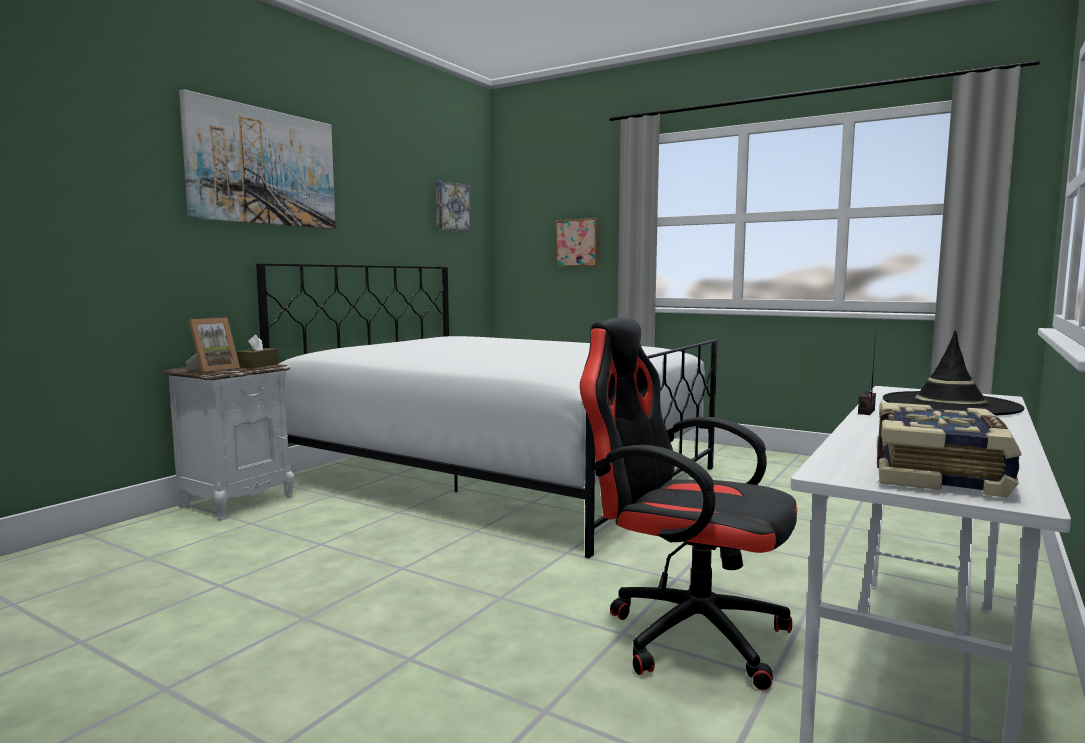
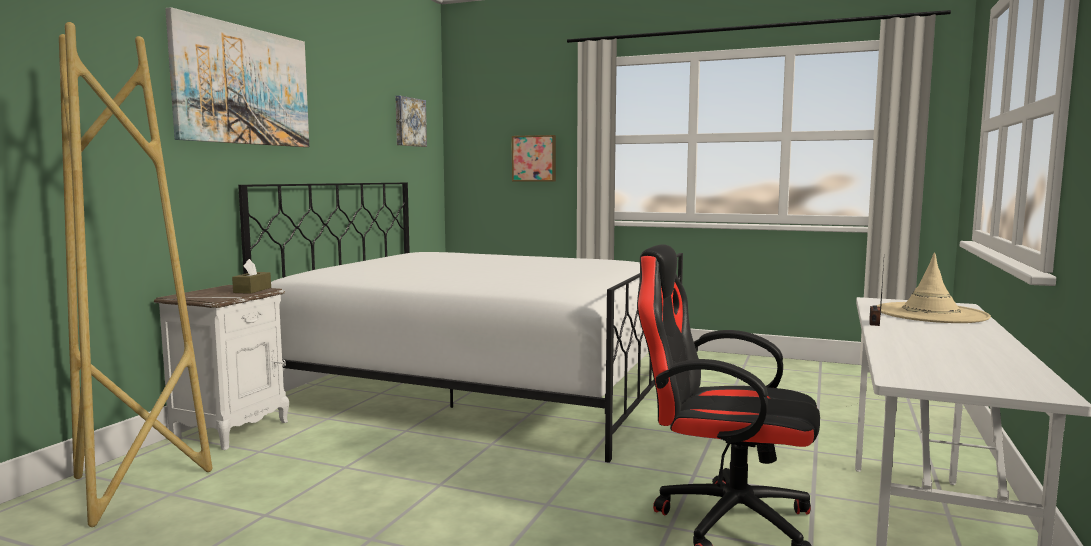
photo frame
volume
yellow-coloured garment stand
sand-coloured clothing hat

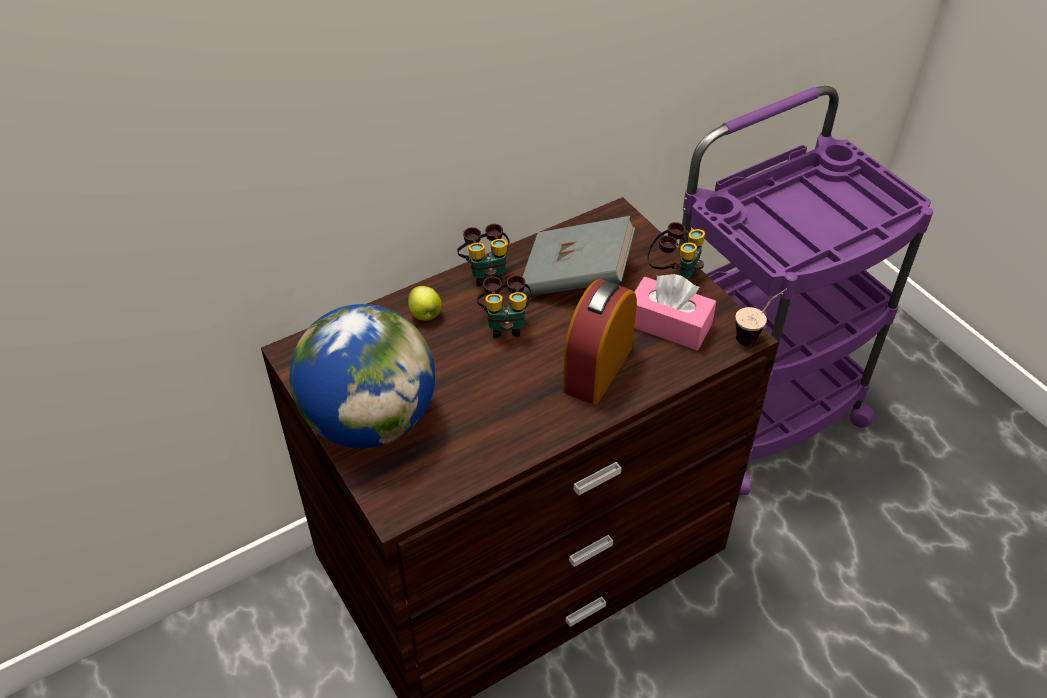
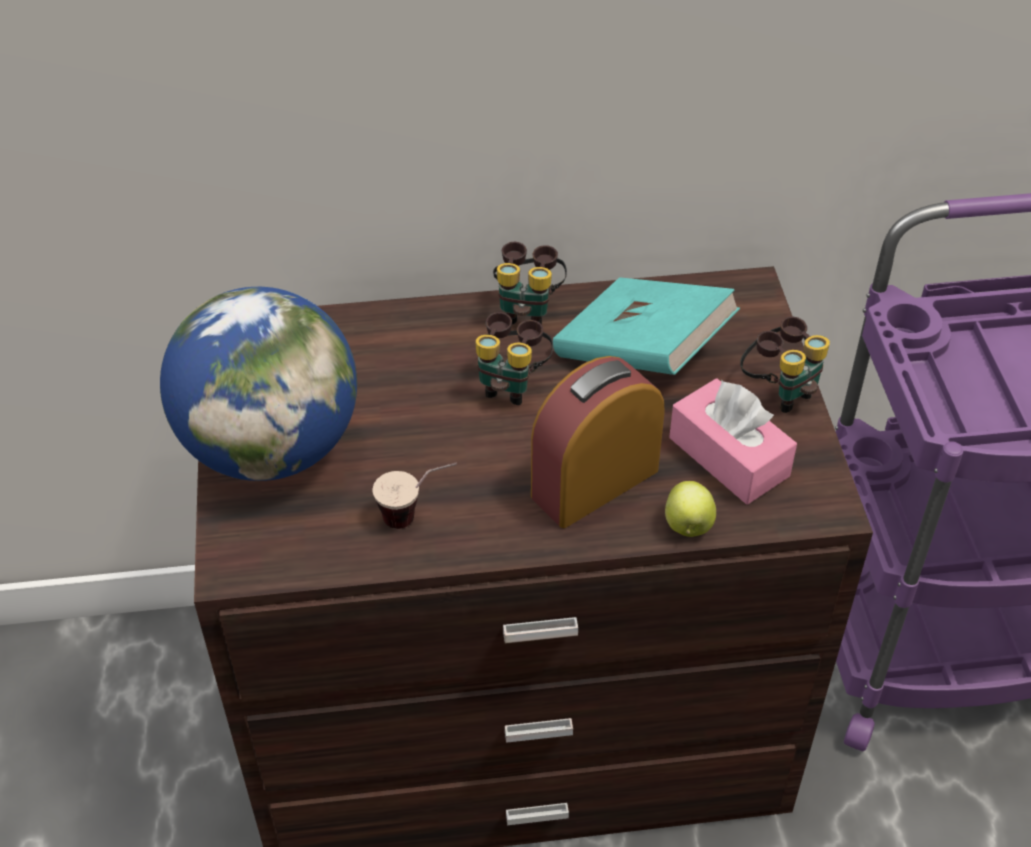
apple
drinking cup
turquoise-coloured volume

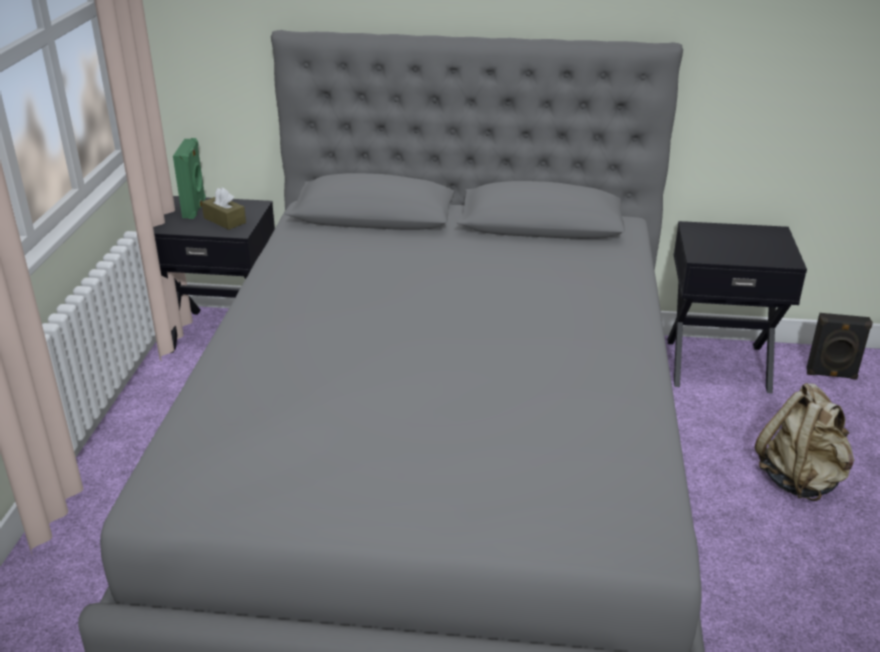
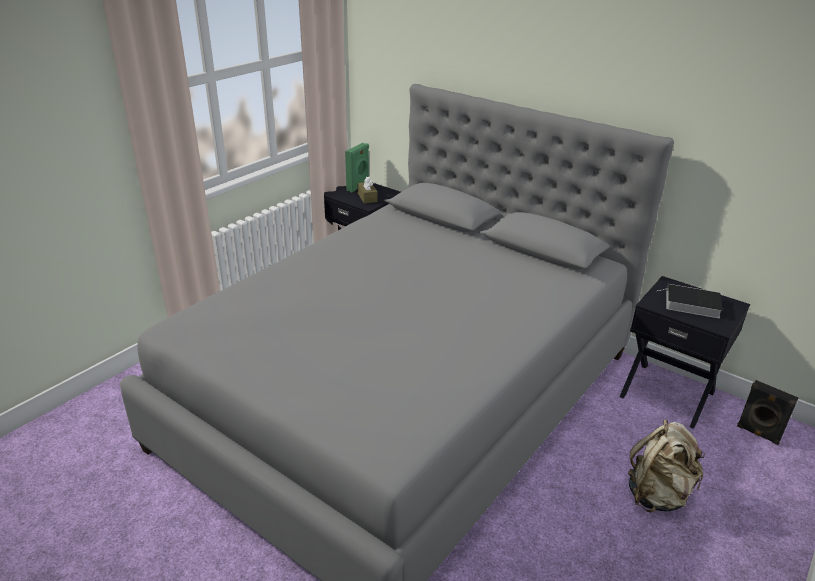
volume

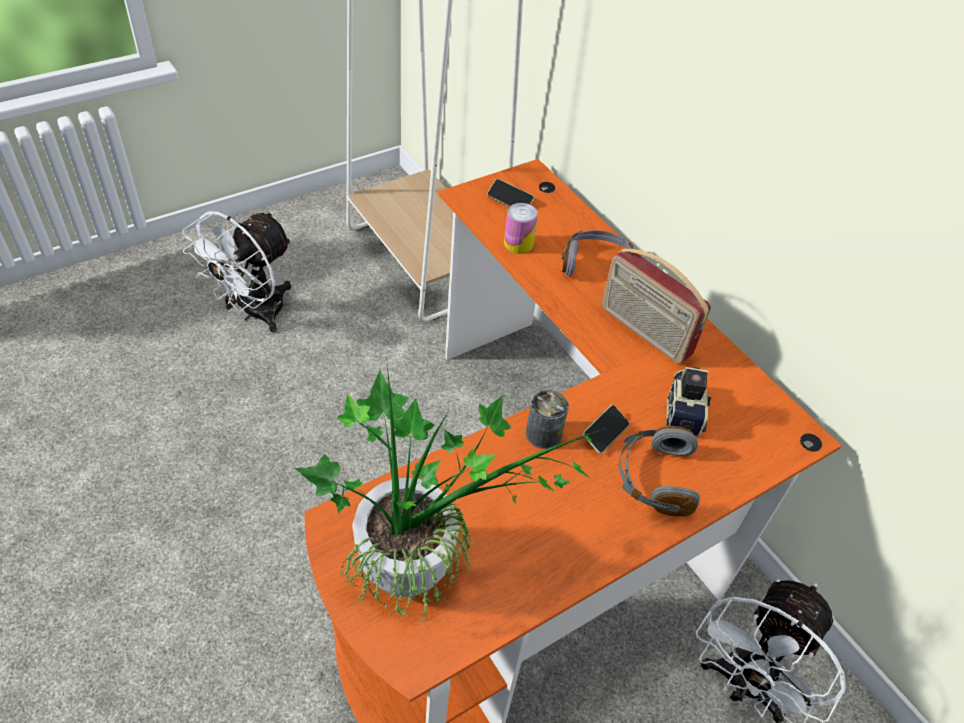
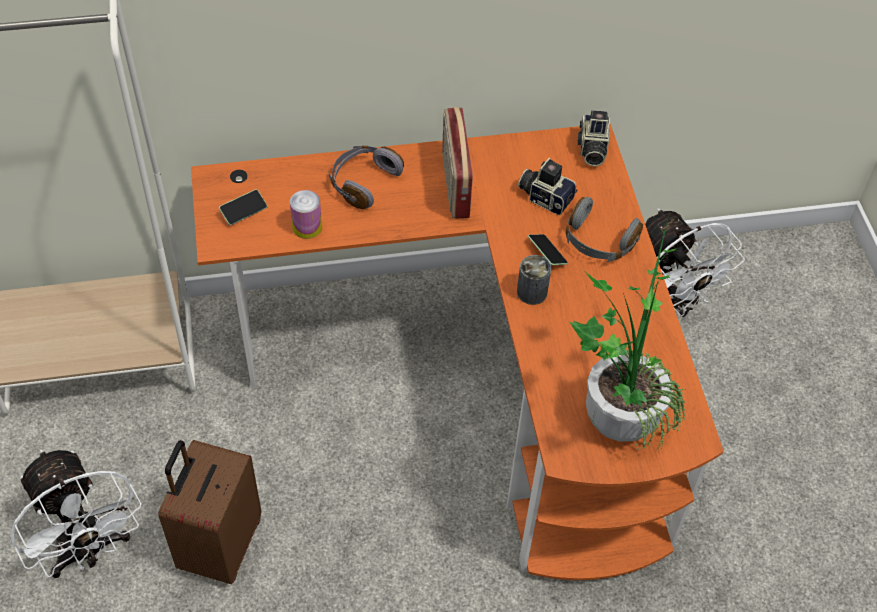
brown-coloured suitcase
still camera (no. 2 from left)
radio set

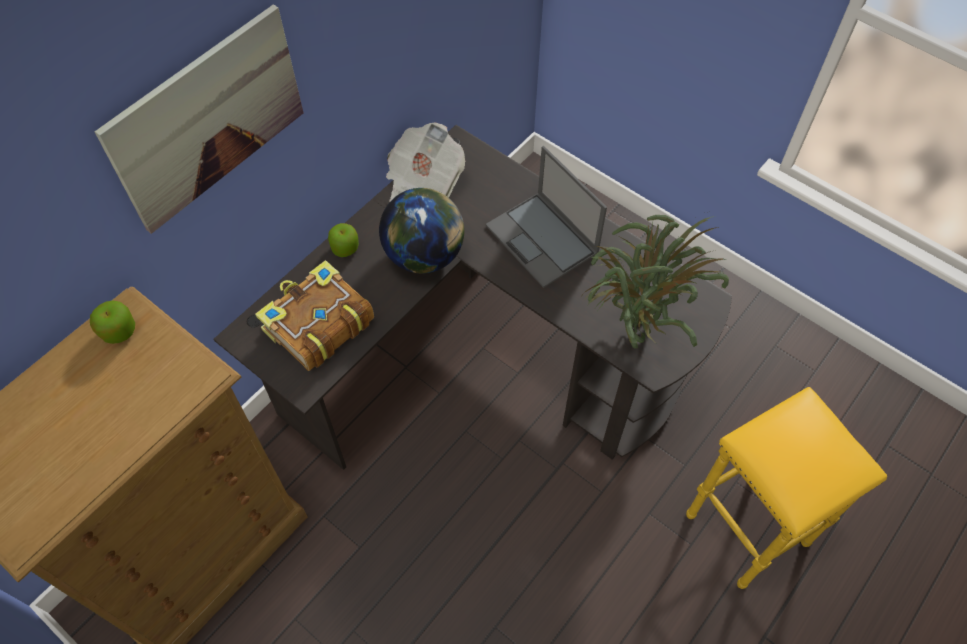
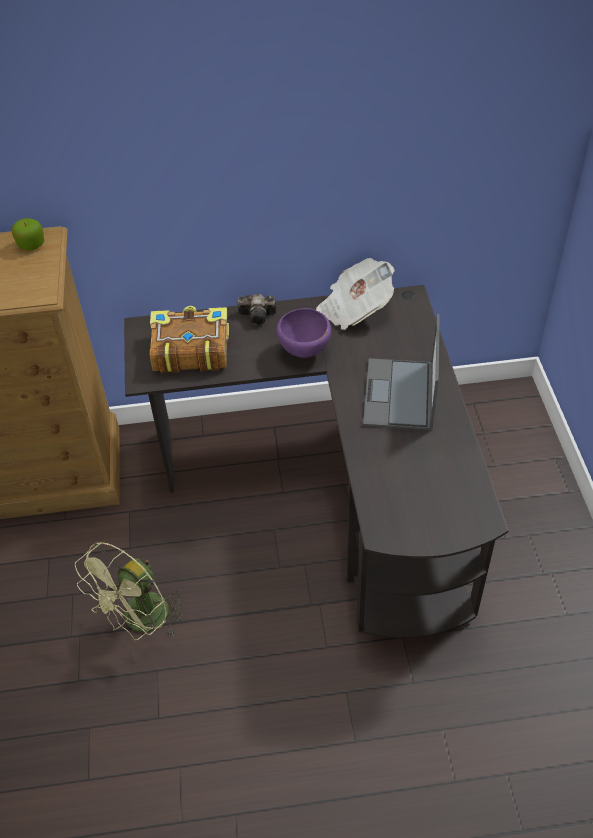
wall art
plant in a pot
yellow-coloured sitting stool
greenish cooling fan
still camera
purple bowl

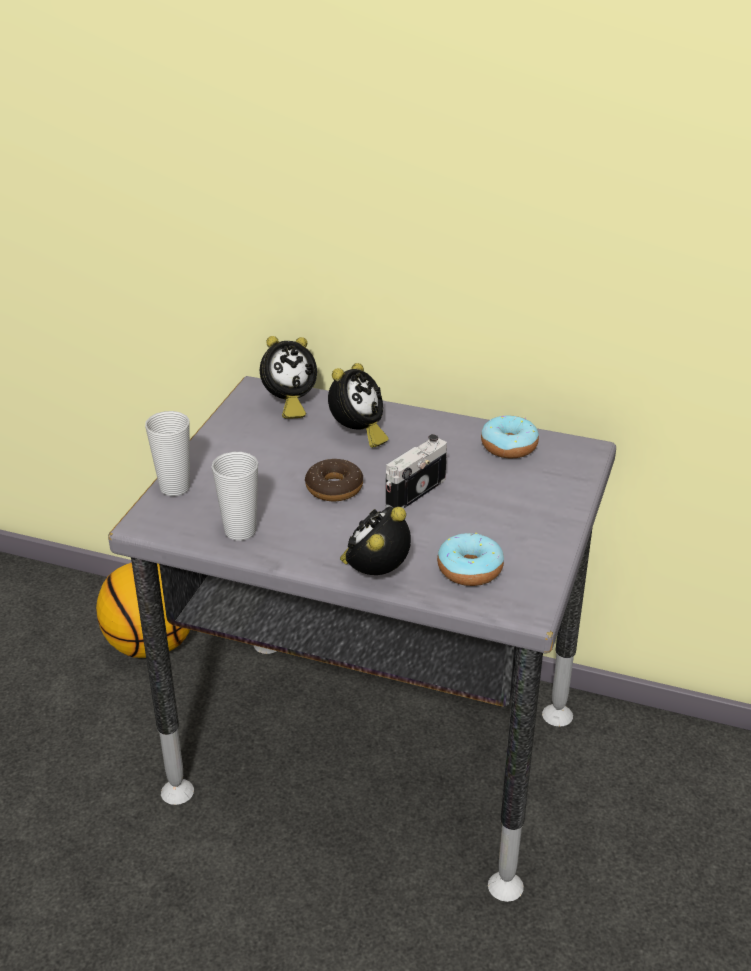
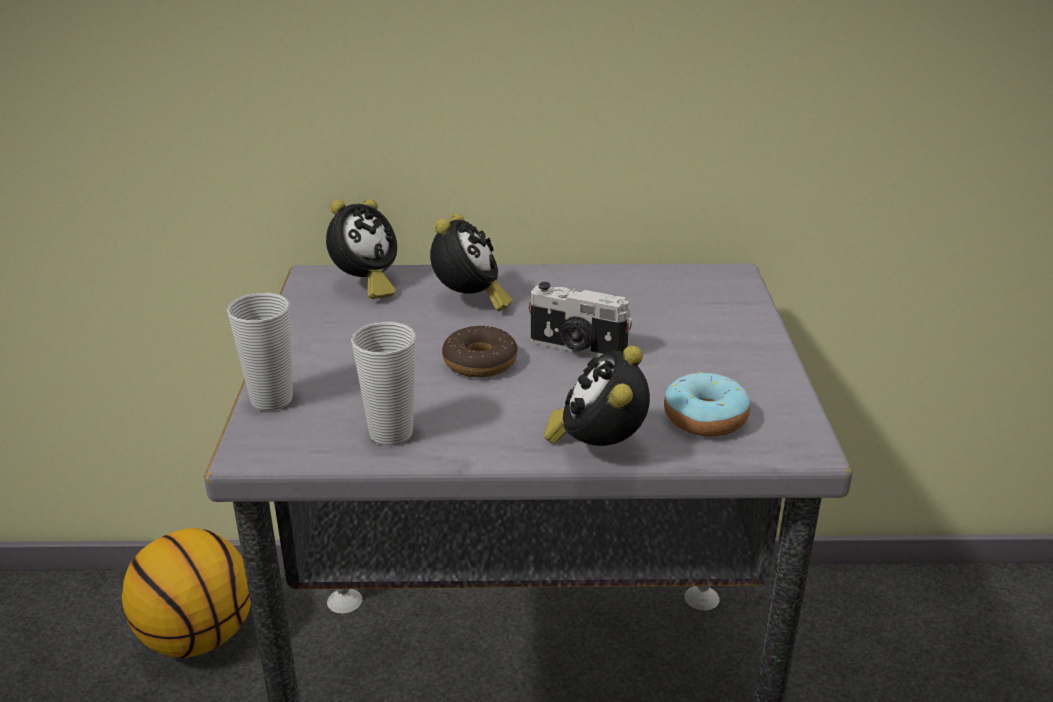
ring doughnut (no. 3 from left in the first image)
still camera

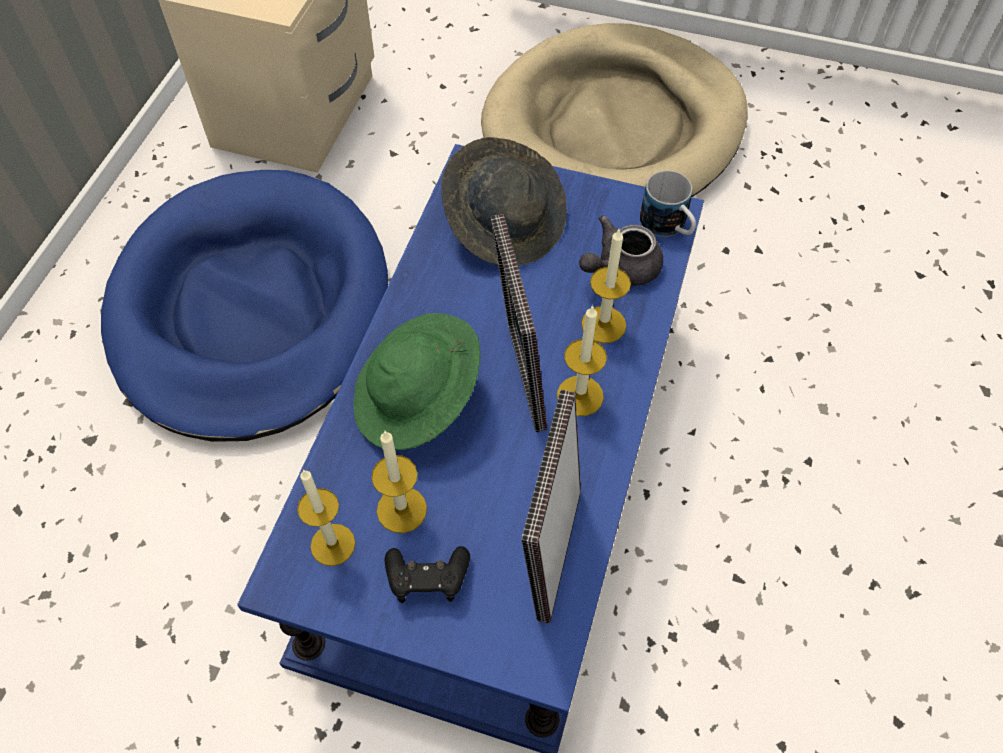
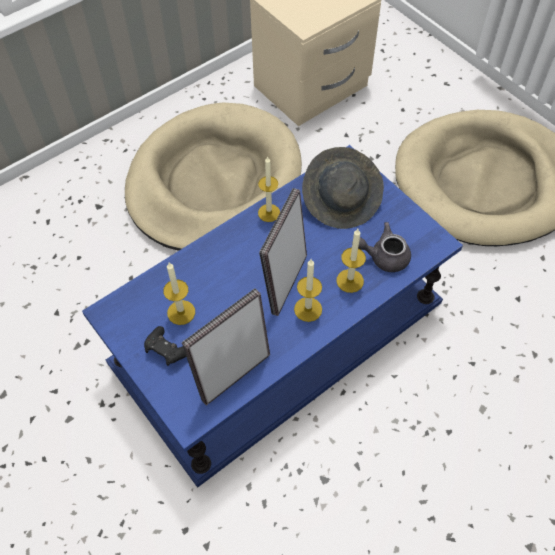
greenish clothing hat
mug
candle (no. 2 from left)
sand-coloured dog bed (no. 1 from left)

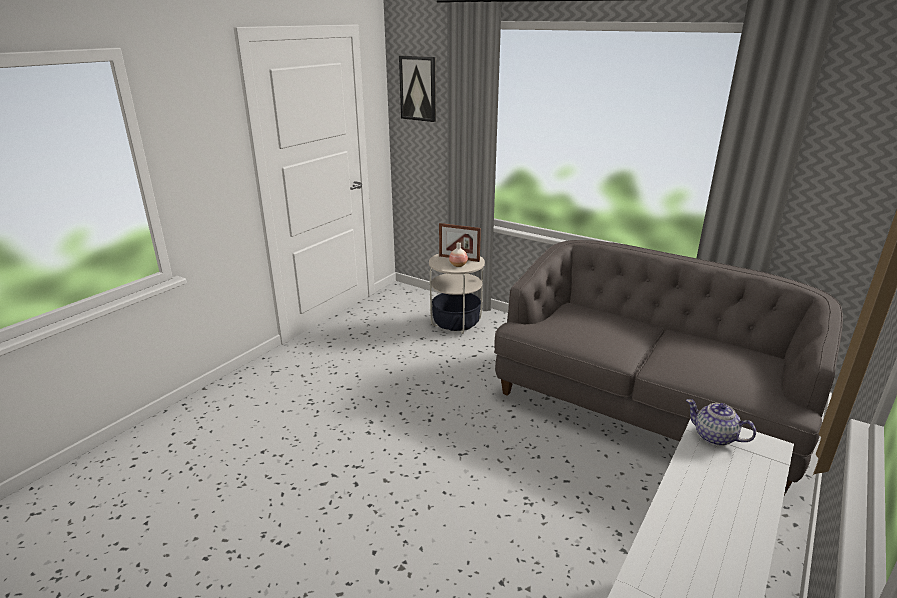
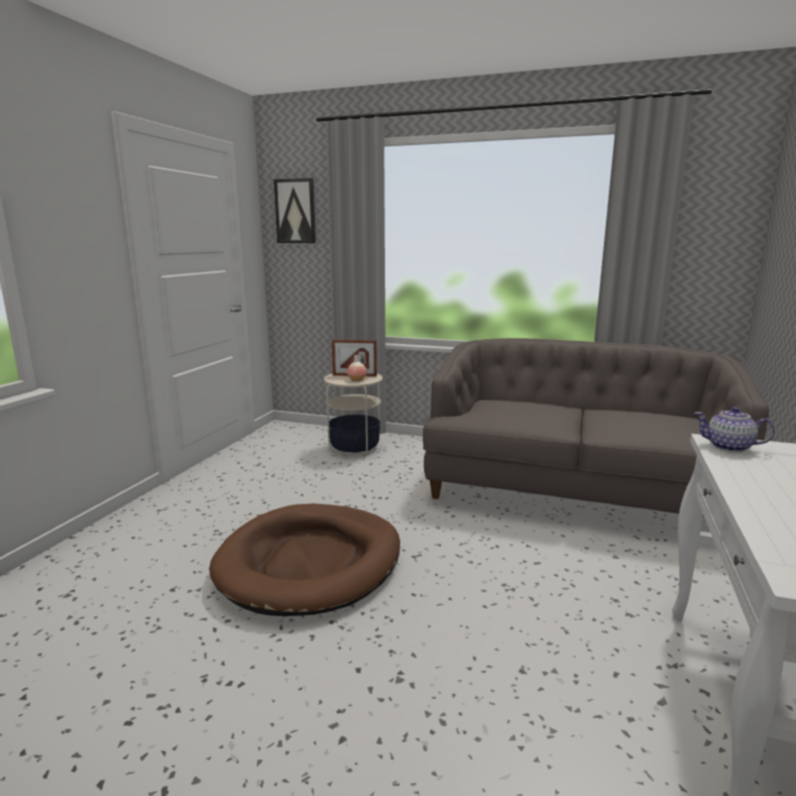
brown-coloured dog bed

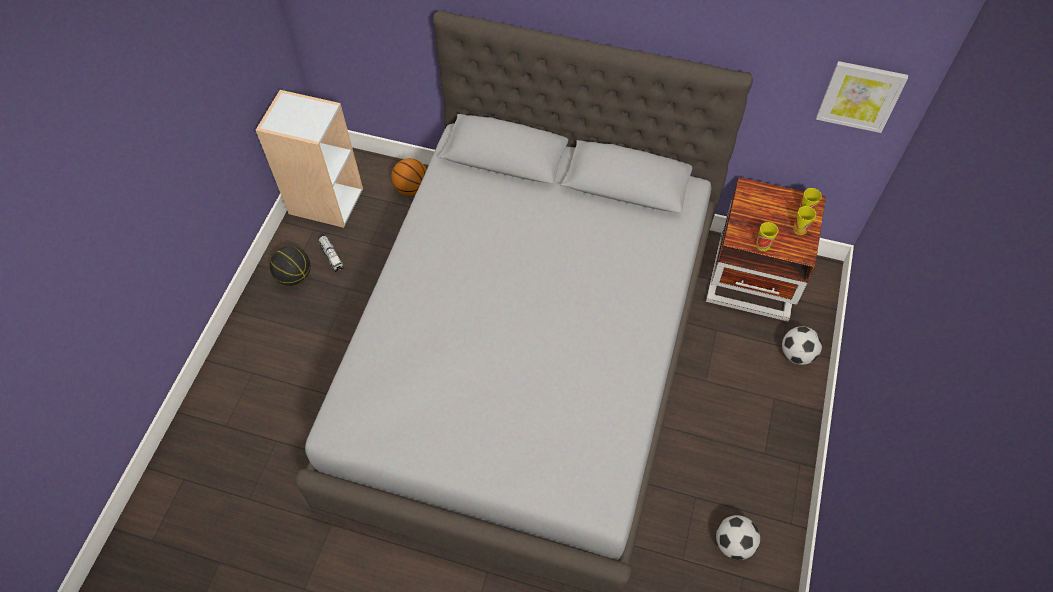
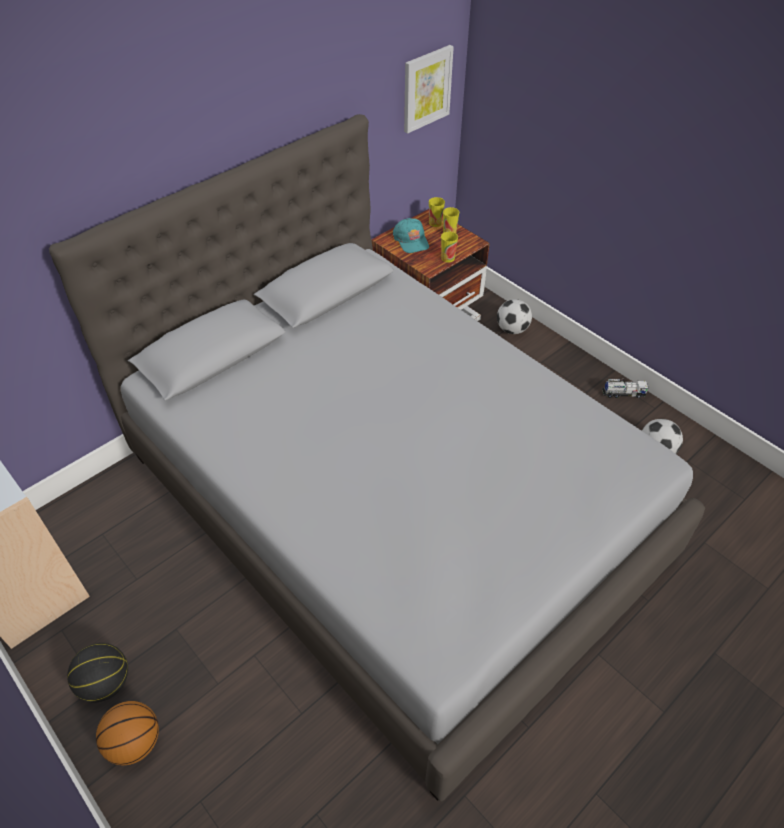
turquoise-coloured baseball cap
toy truck
ball for basketball (no. 2 from left)

